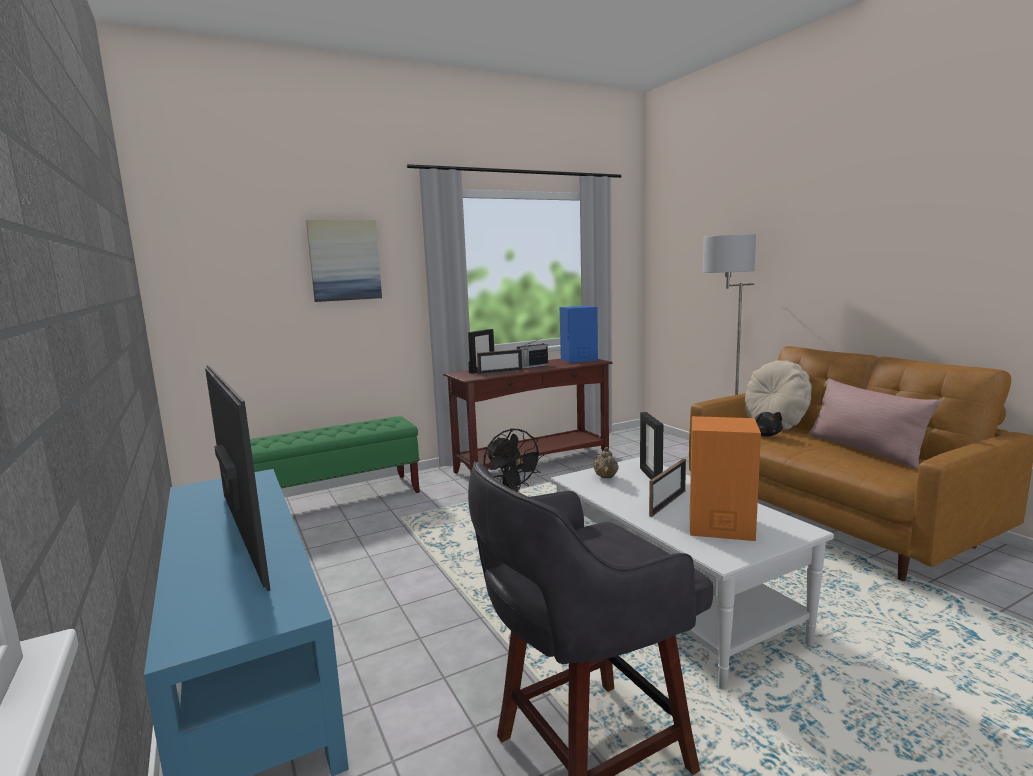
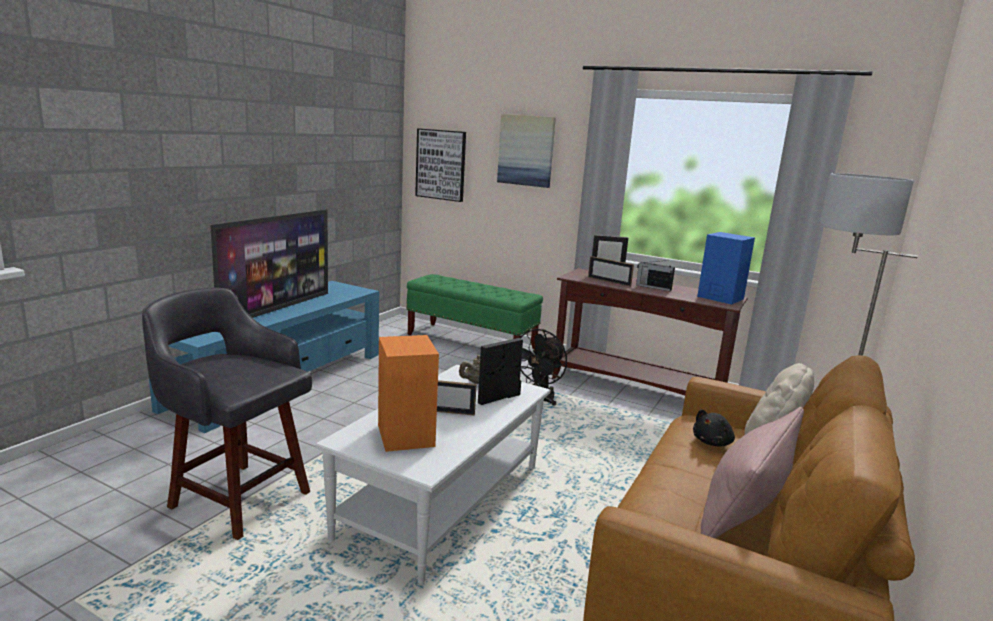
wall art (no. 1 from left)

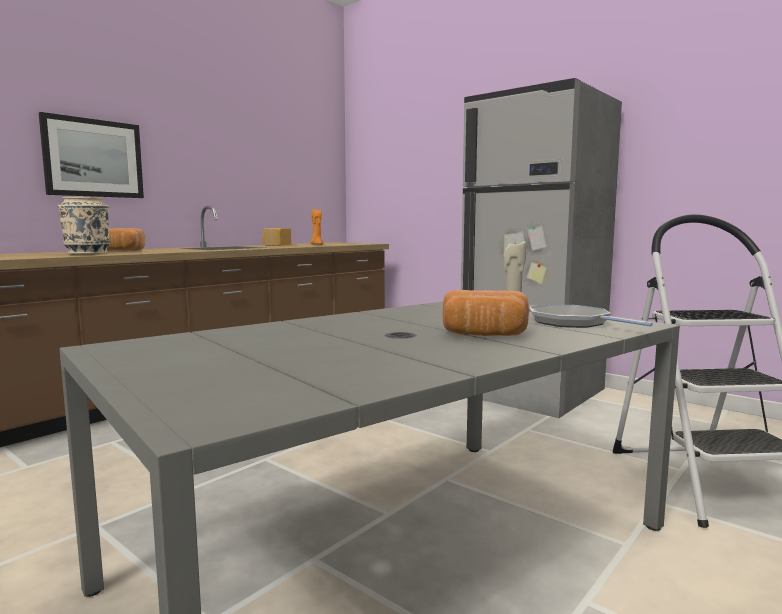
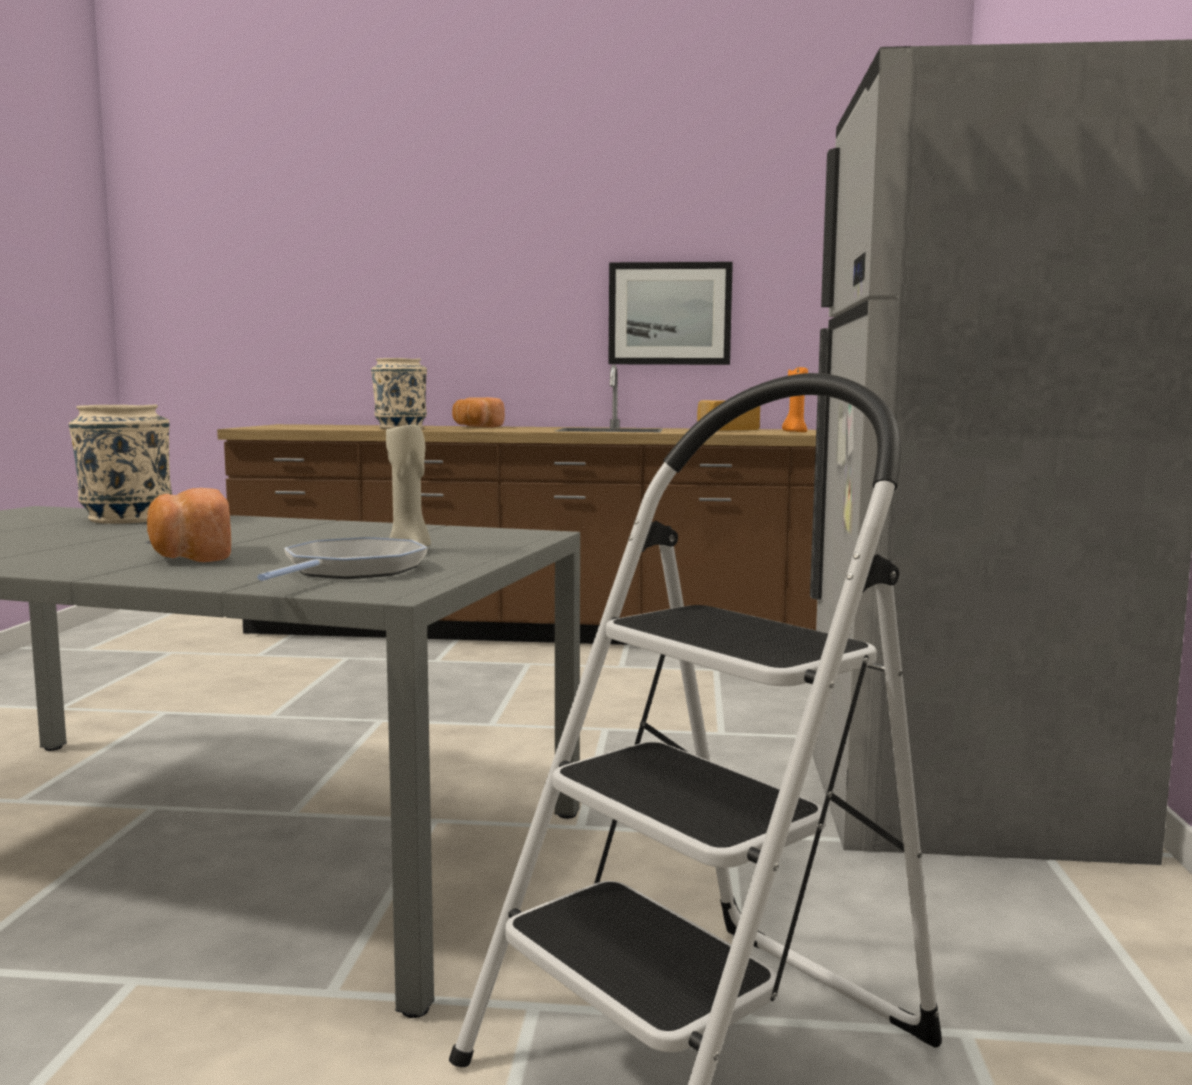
sand-coloured decorative vase (no. 1 from left)
wall art

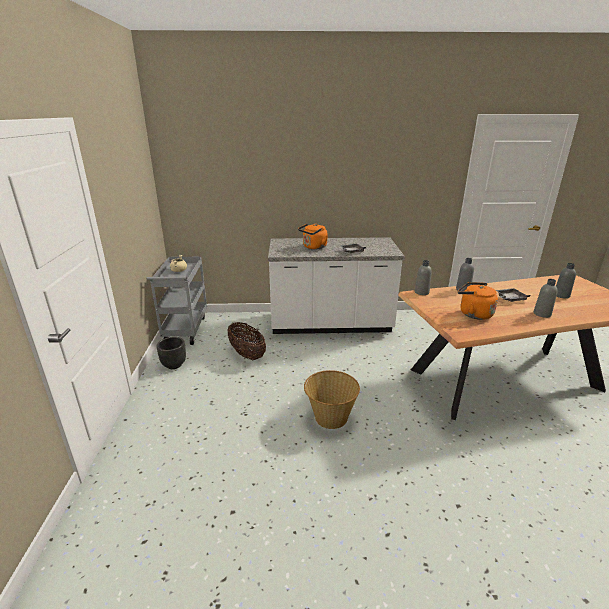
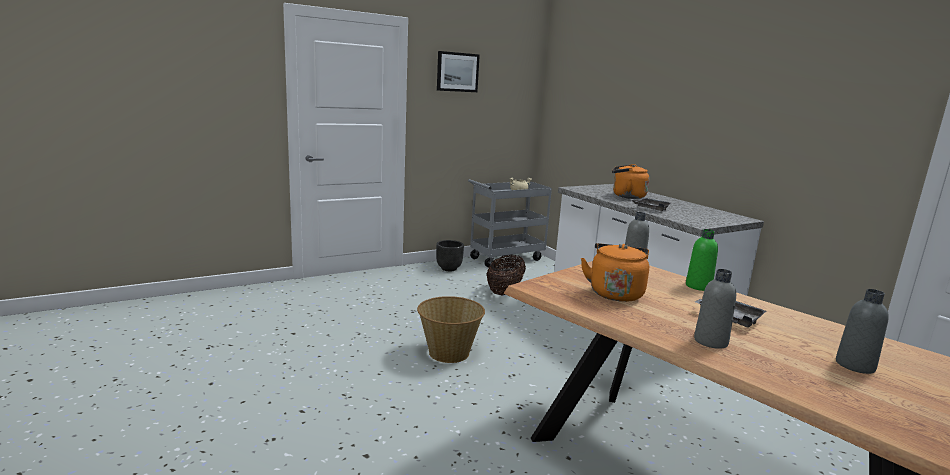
wall art
greenish bottle

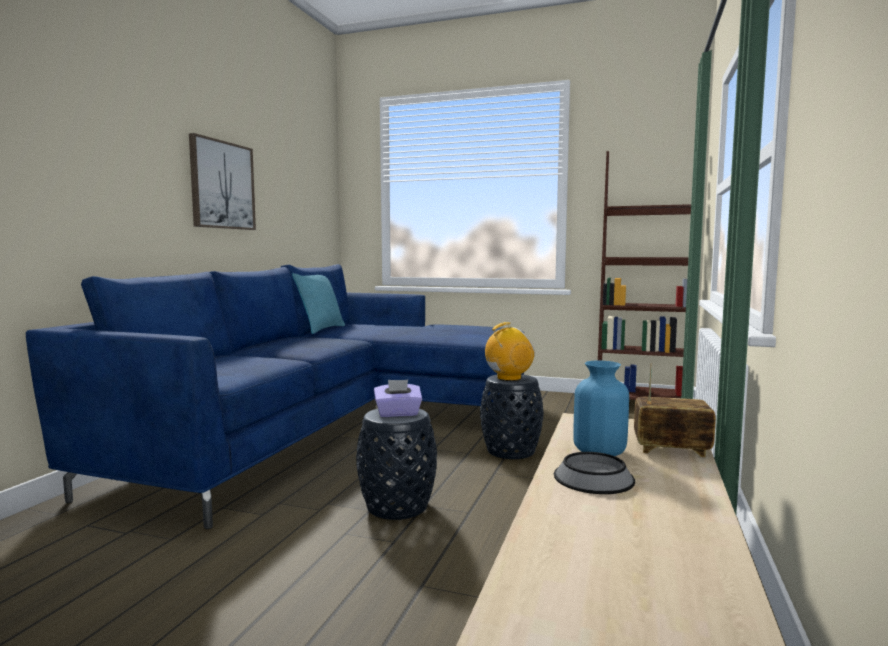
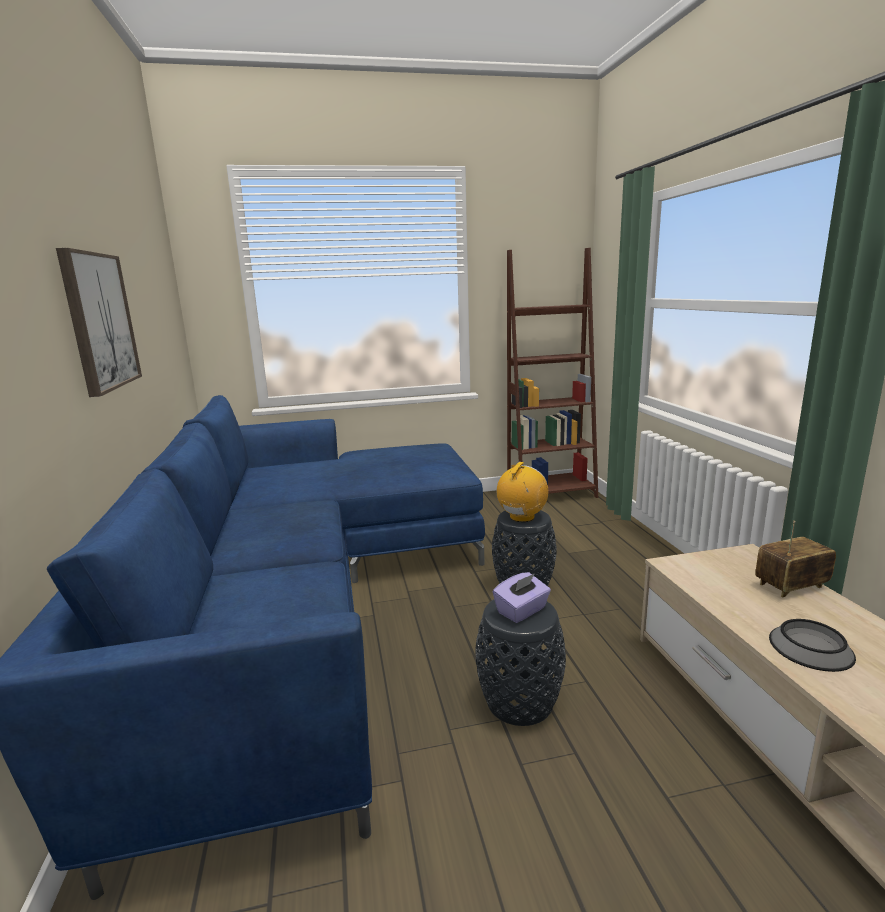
turquoise-coloured pillow
blue decorative vase

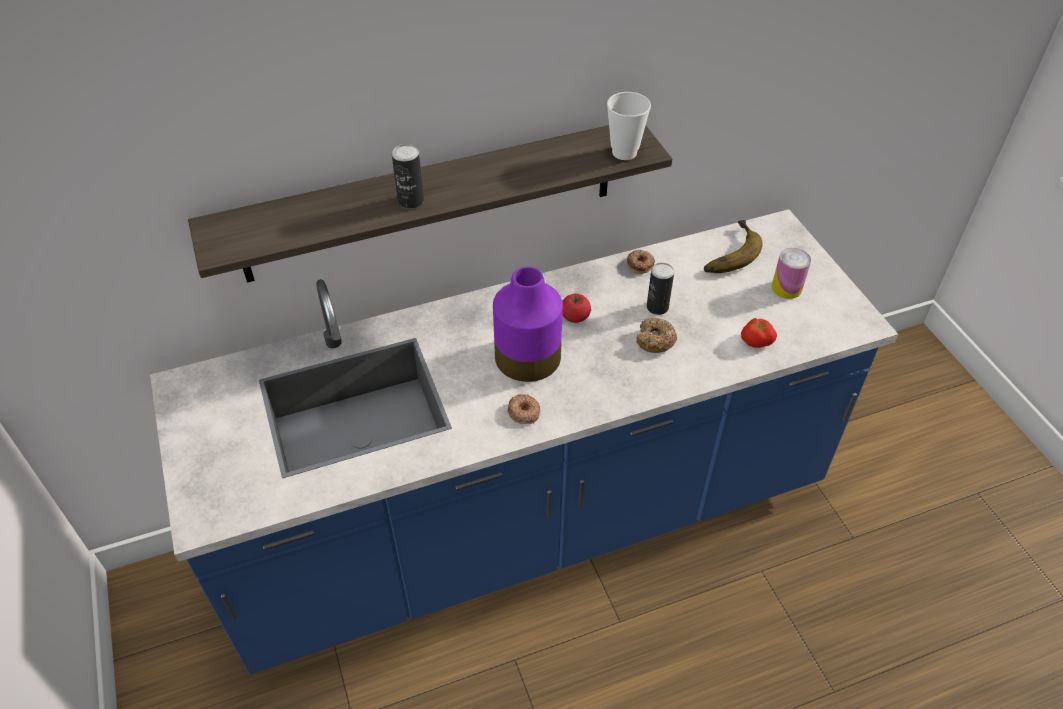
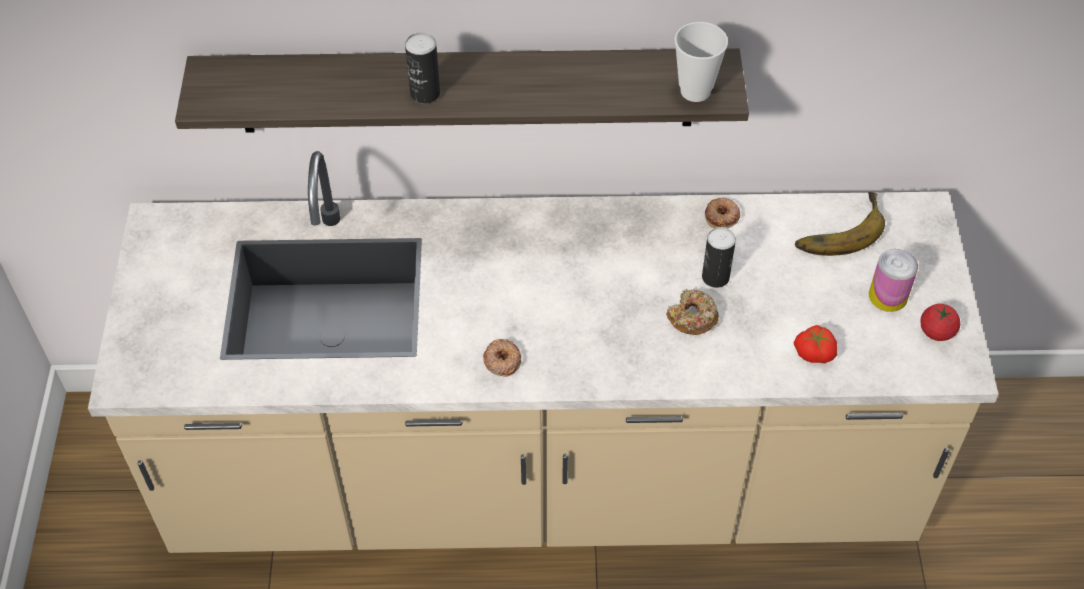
purple decorative vase
tomato (no. 2 from left)
sand-coloured kitchen base unit

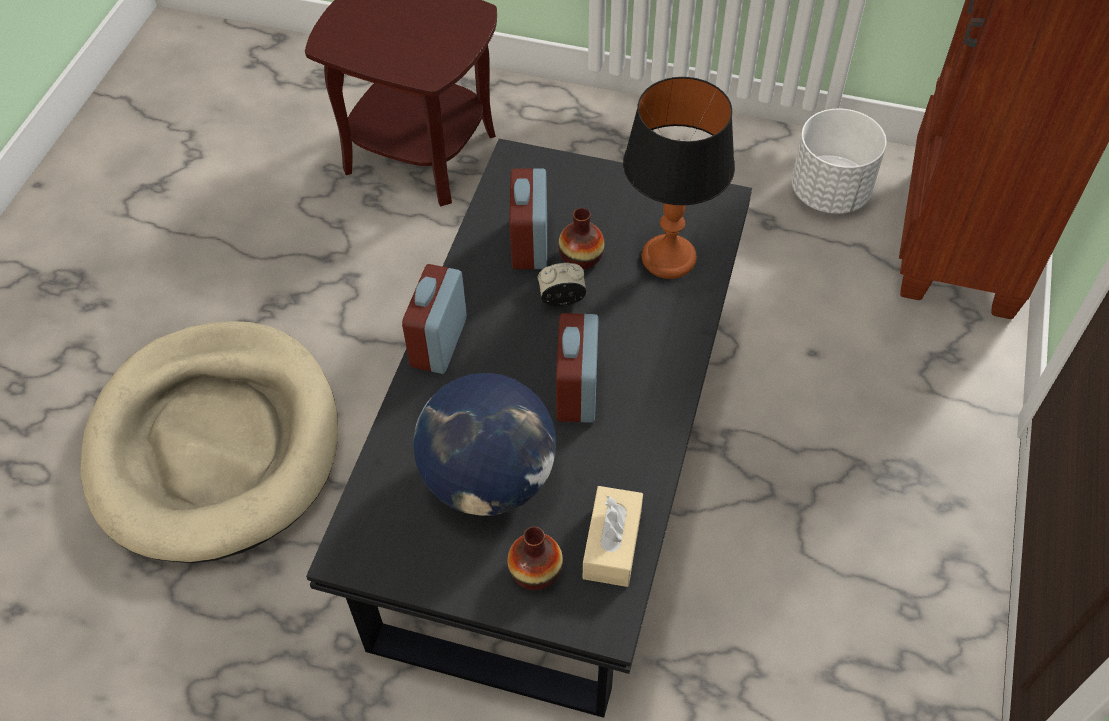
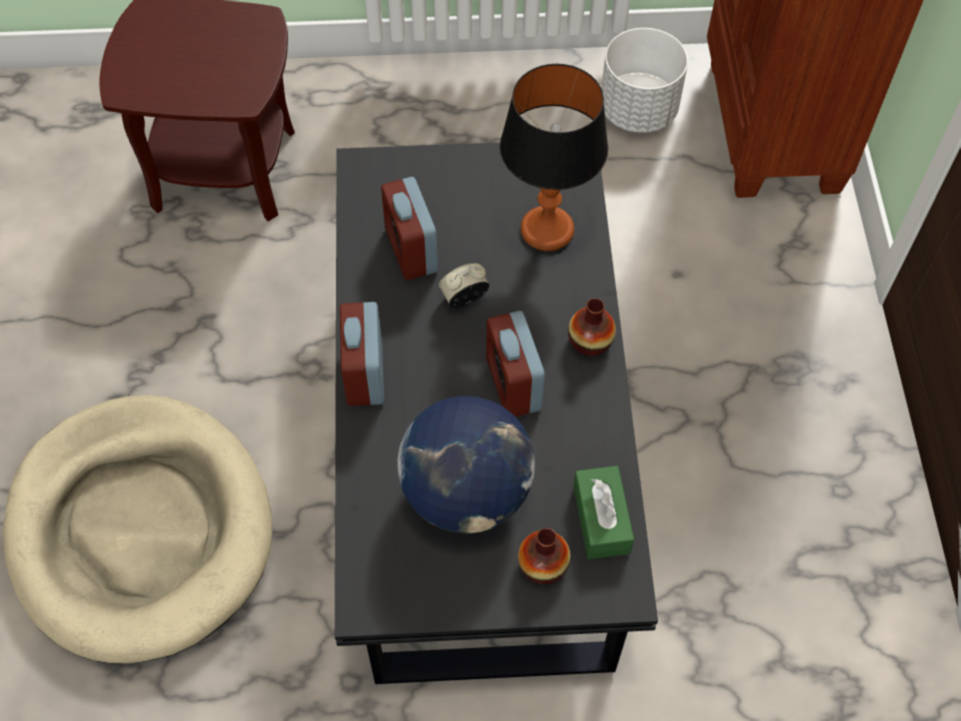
decorative vase (no. 2 from left)
greenish tissue box

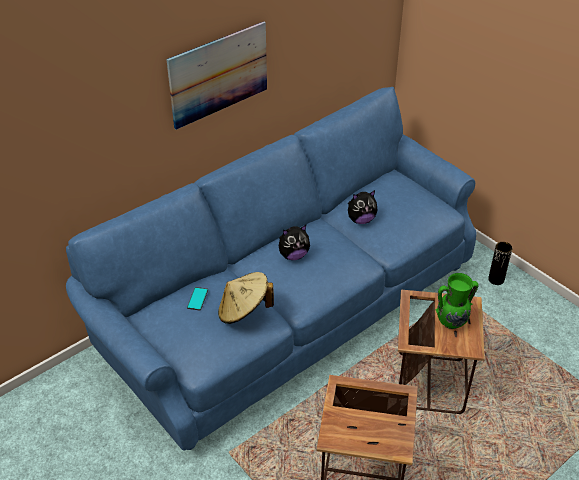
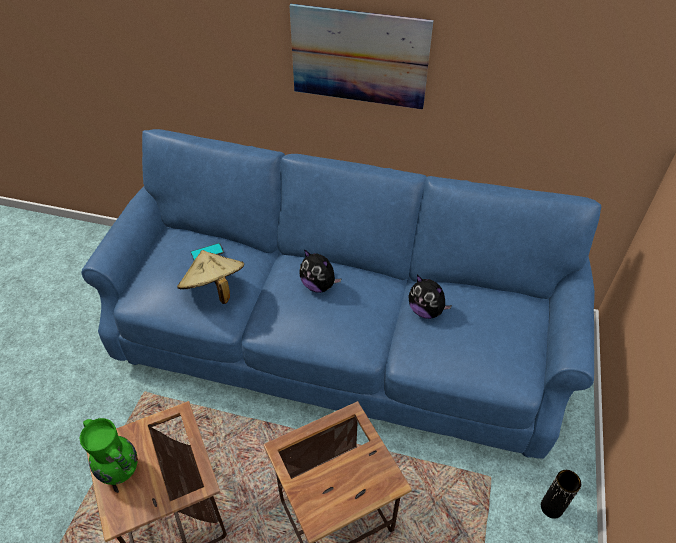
greenish decorative vase

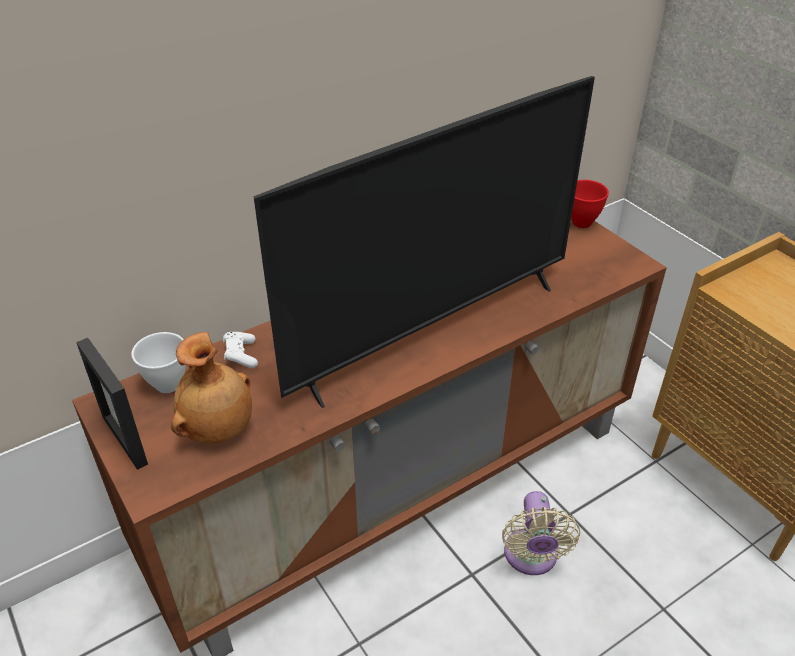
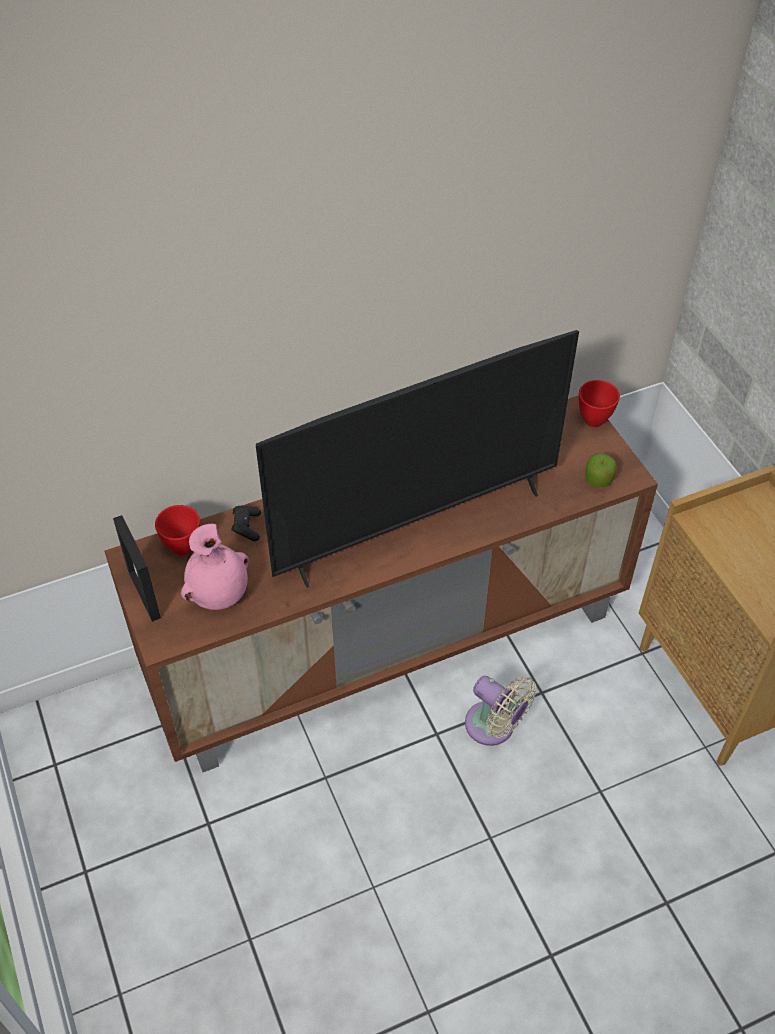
apple
red bowl (no. 1 from left)
pink-coloured decorative vase
blackish joypad
sand-coloured cooling fan

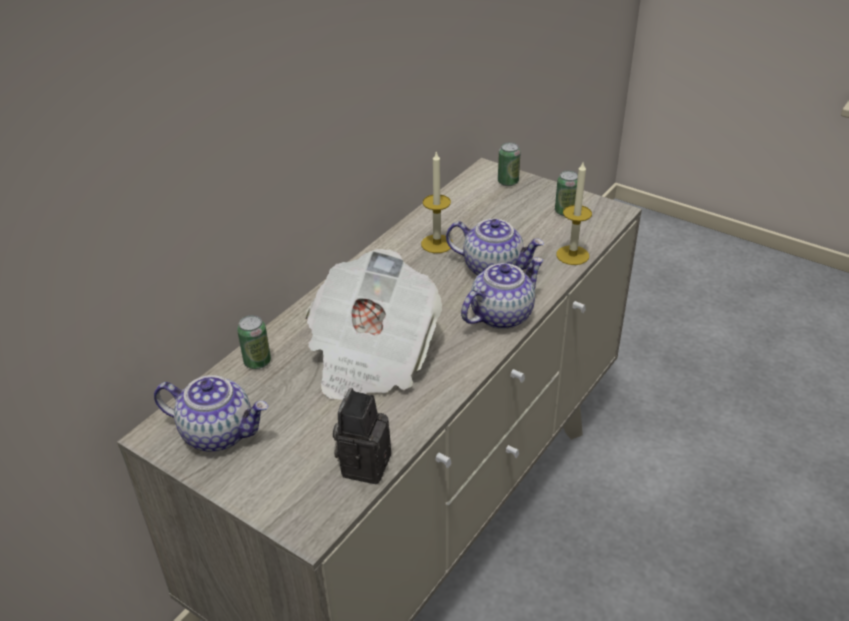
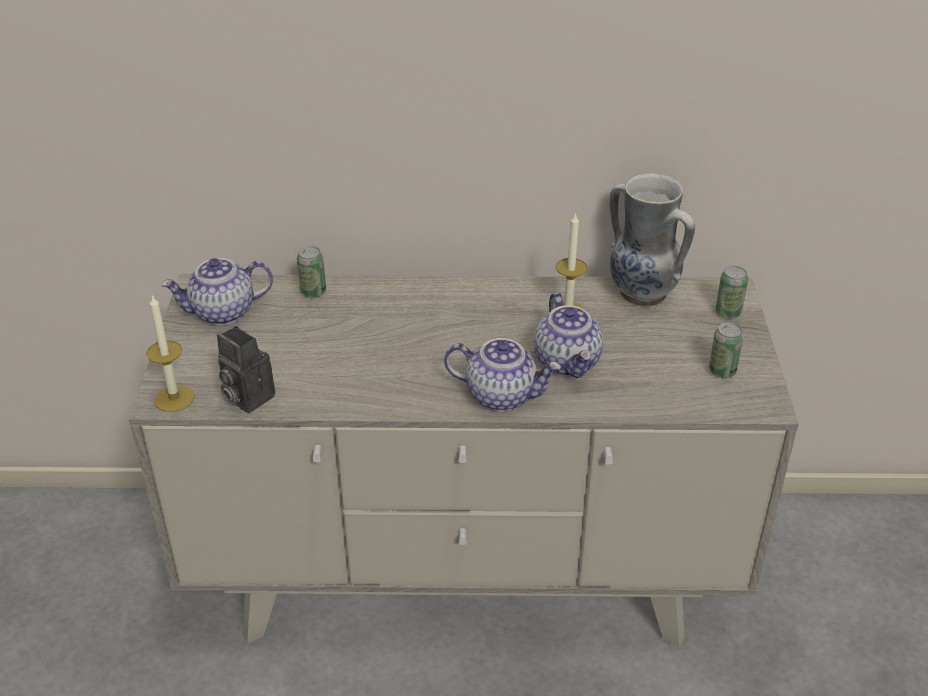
daily paper
decorative vase
candle (no. 1 from left)
tea pot (no. 1 from left)
still camera

